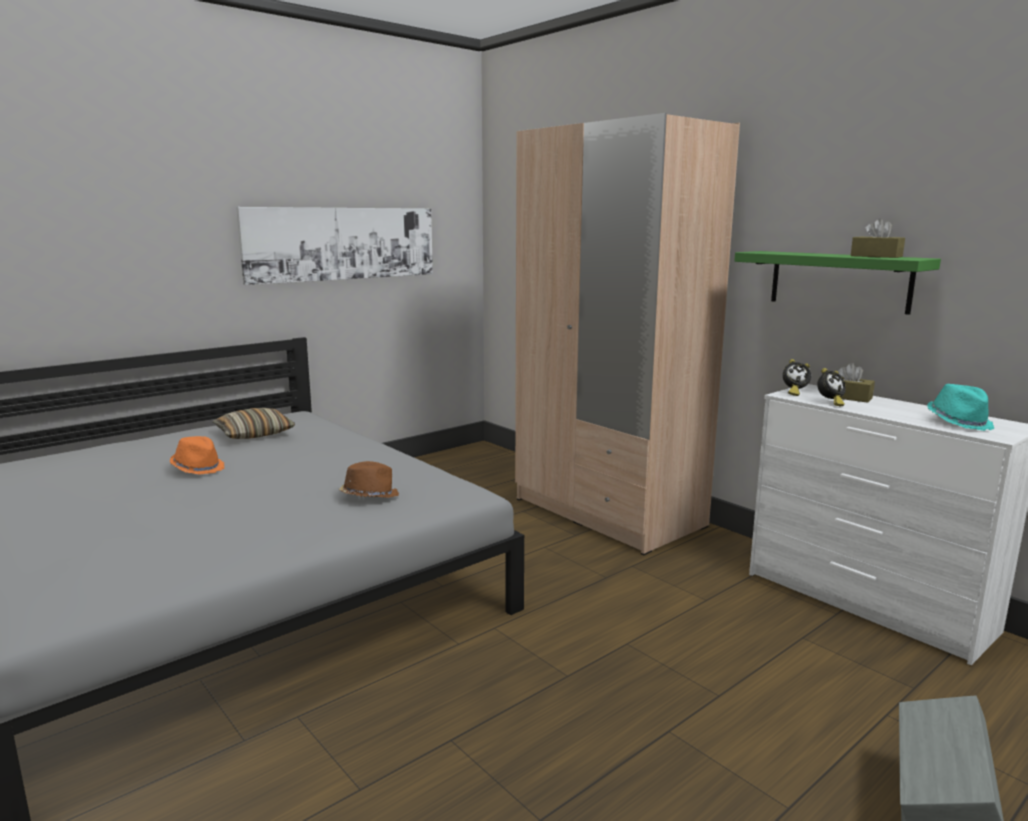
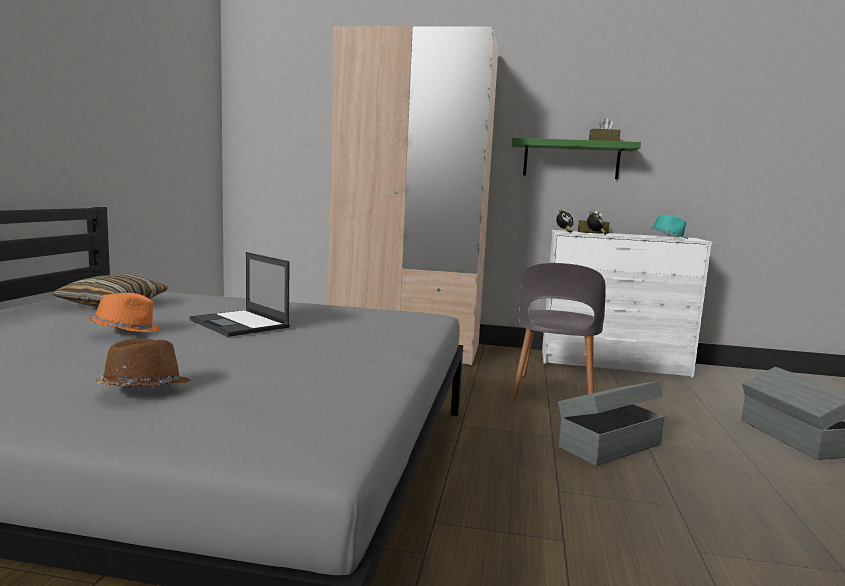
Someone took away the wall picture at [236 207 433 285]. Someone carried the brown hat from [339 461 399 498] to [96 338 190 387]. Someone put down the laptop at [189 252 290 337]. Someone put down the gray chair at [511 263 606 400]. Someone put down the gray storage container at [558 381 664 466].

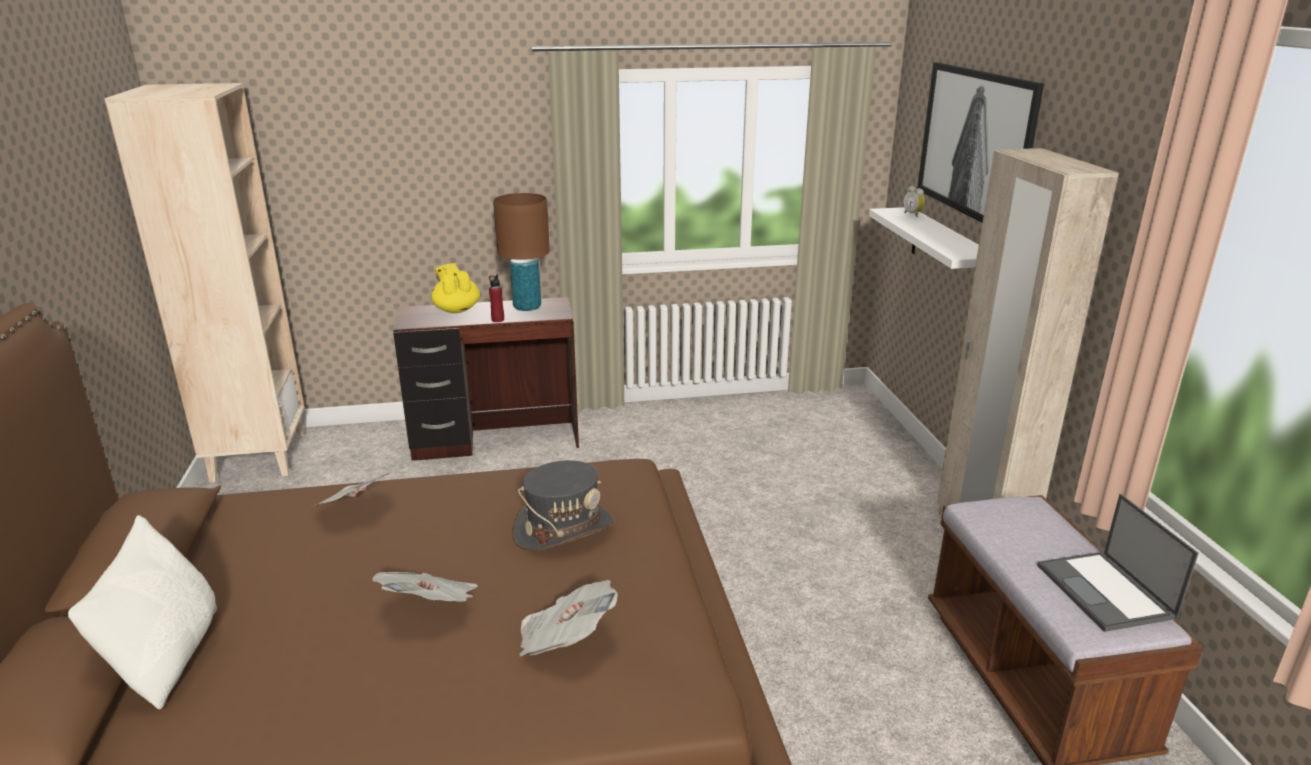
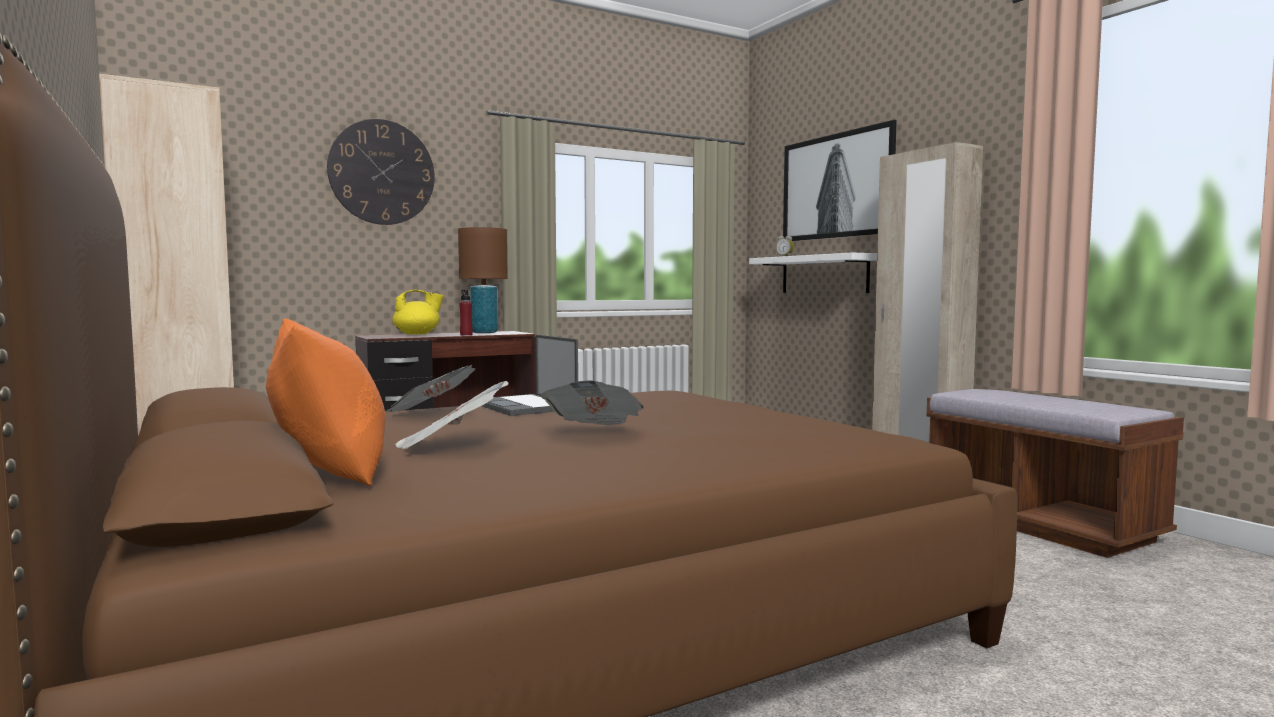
Someone repainted the white cushion at [68 515 217 709], which became the orange-coloured cushion at [266 318 386 486]. Someone rotated the yellowish tea pot at [431 263 480 313] by 120 degrees clockwise. Someone took away the gray hat at [512 460 613 551]. Someone carried the daily paper from [519 580 618 656] to [395 381 509 449]. Someone carried the laptop from [1037 494 1199 632] to [482 335 578 416]. Someone put up the clock on the wall at [327 119 435 225].

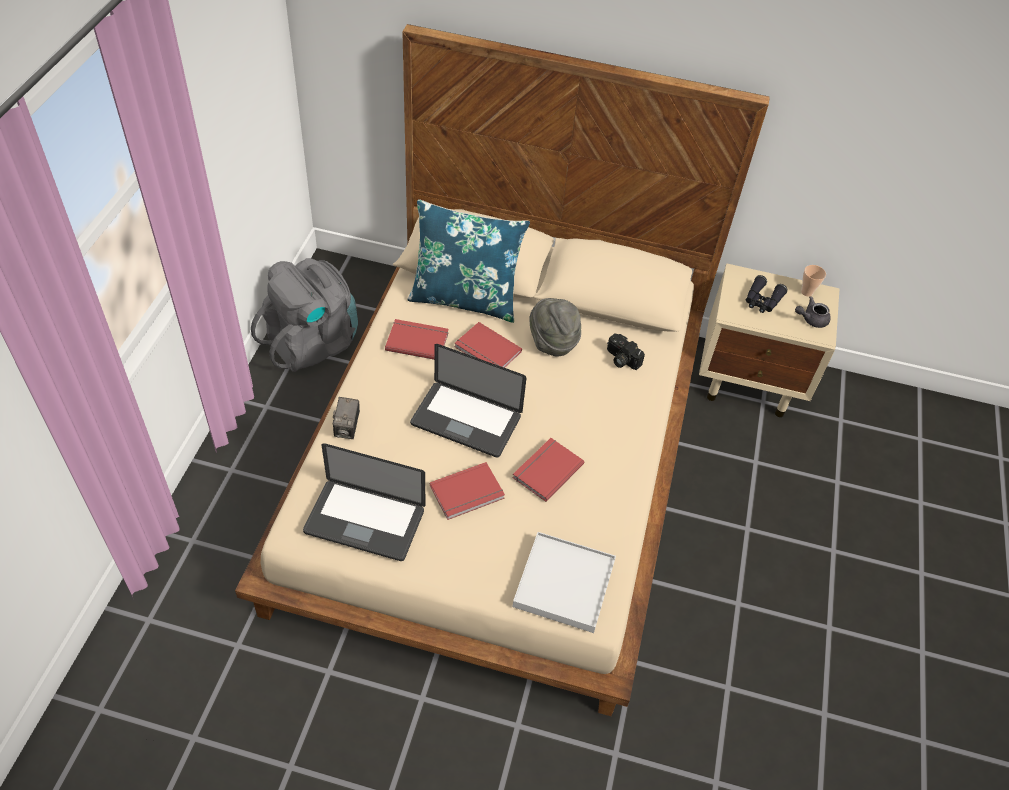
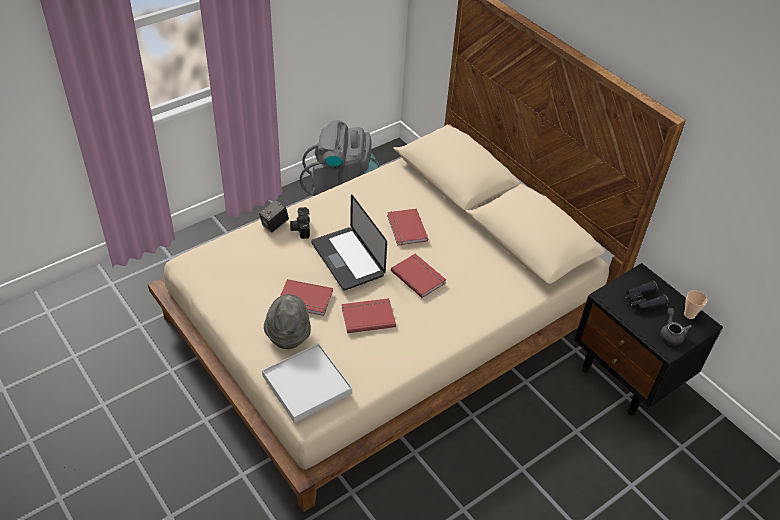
Someone took away the laptop at [303 443 425 561]. Someone carried the red bound book from [385 319 449 360] to [391 254 446 298]. Someone took away the blue-coloured cushion at [407 199 530 323]. Someone carried the gray hat from [530 298 581 357] to [264 294 311 349]. Someone carried the photo camera from [607 333 645 370] to [290 207 310 239]. Someone repainted the beige night table at [699 263 840 417], which became the black night table at [574 263 723 415]. Someone rotated the gray tea pot at [795 296 831 328] by 60 degrees clockwise.

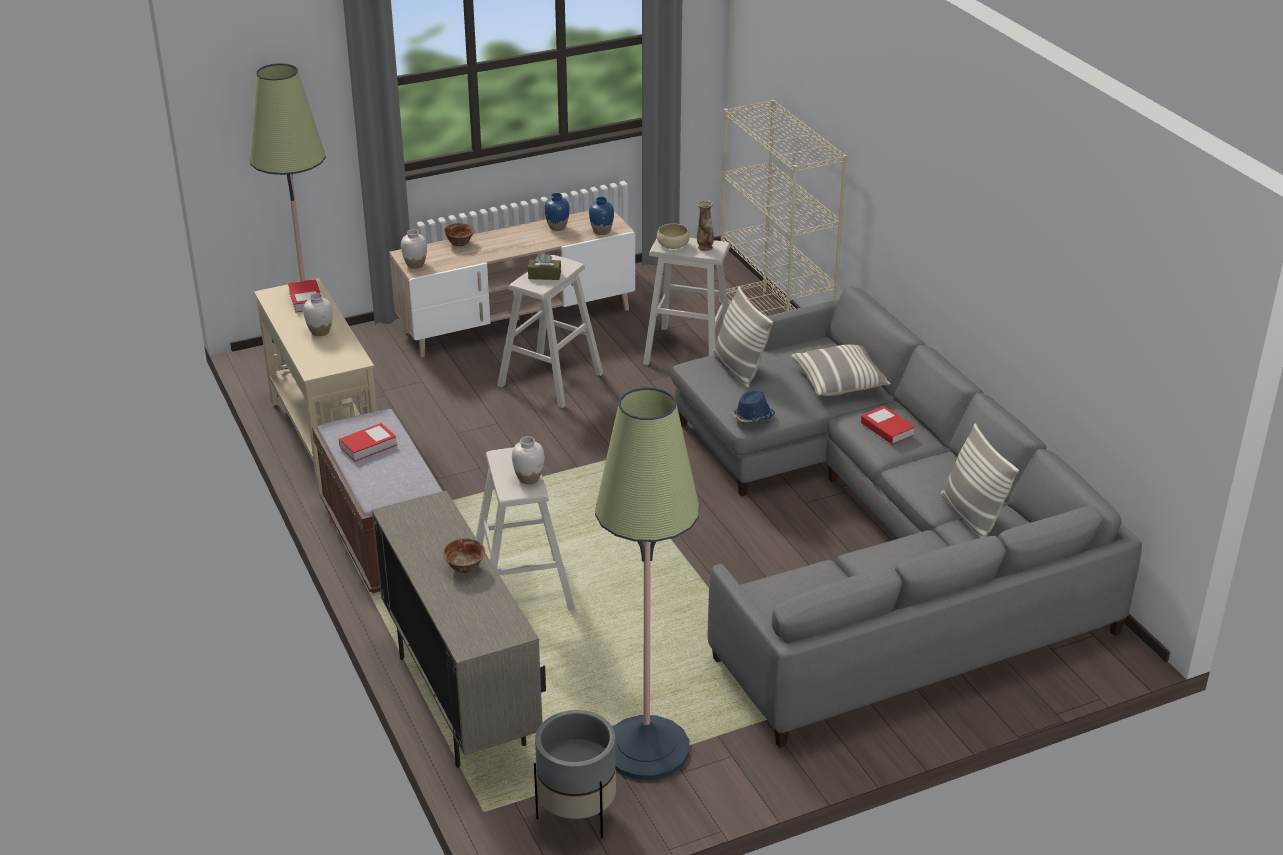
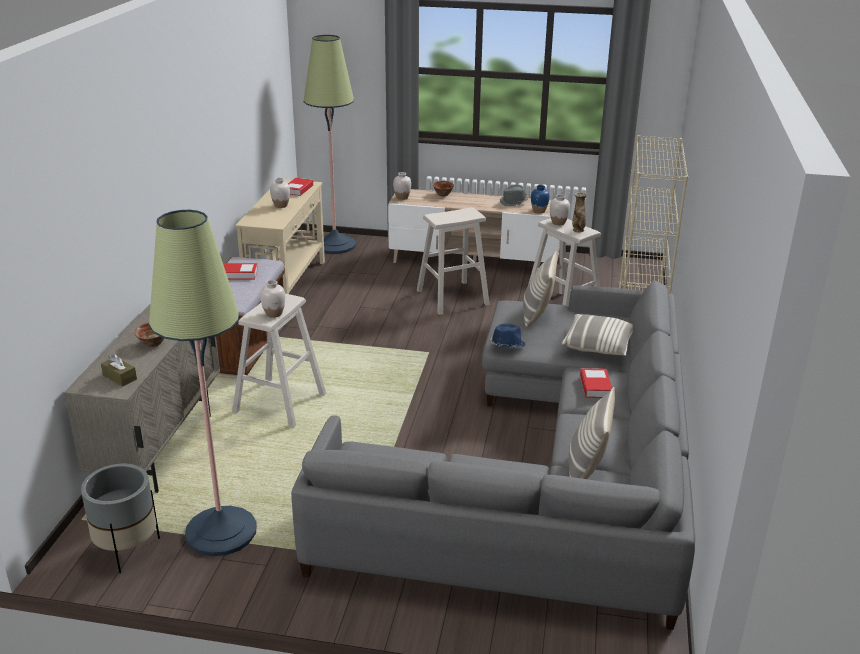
Someone carried the brown tissue box from [528 253 561 280] to [101 354 137 387]. Someone swapped the blue-coloured flower vase at [544 193 569 231] for the gray hat at [500 184 528 206]. Someone swapped the beige deep dish at [657 223 690 249] for the white flower vase at [550 194 570 225].

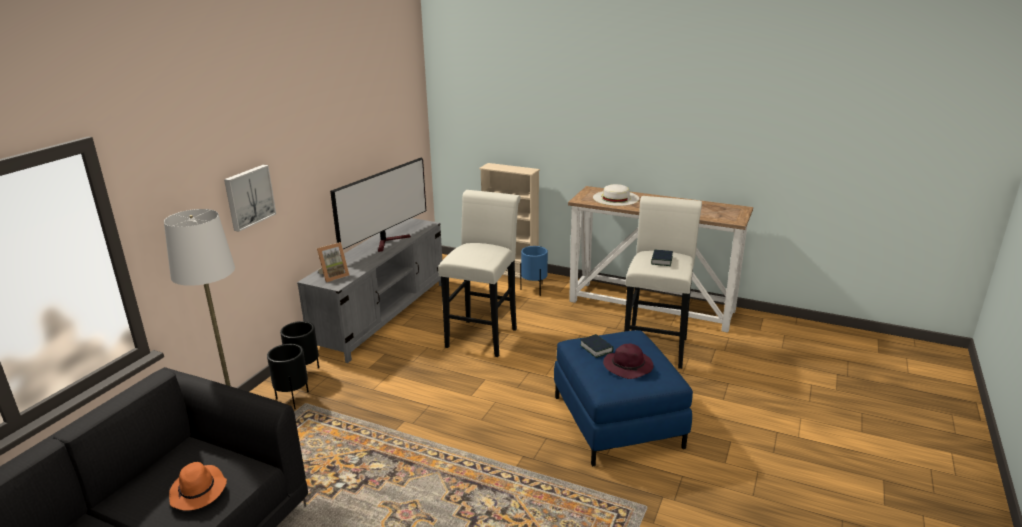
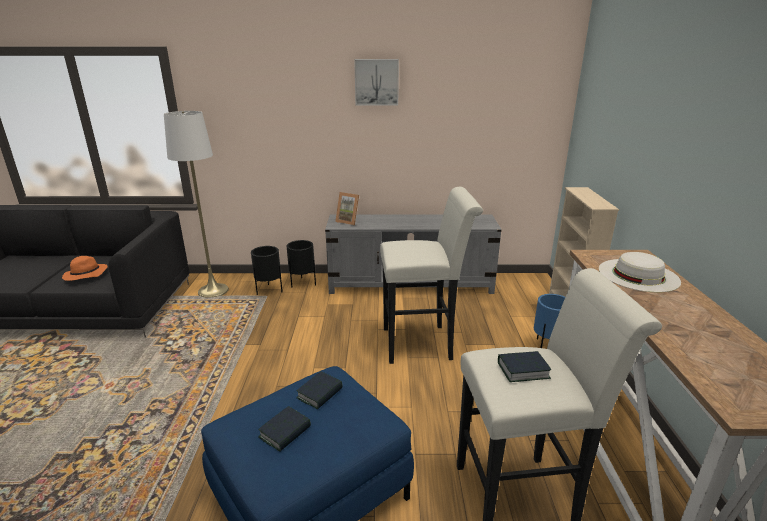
Someone carried the wall picture from [224 165 276 232] to [354 59 399 106]. Someone took away the television at [330 157 426 252]. Someone swapped the purple-coloured hat at [603 344 653 379] for the bound book at [258 406 311 452].

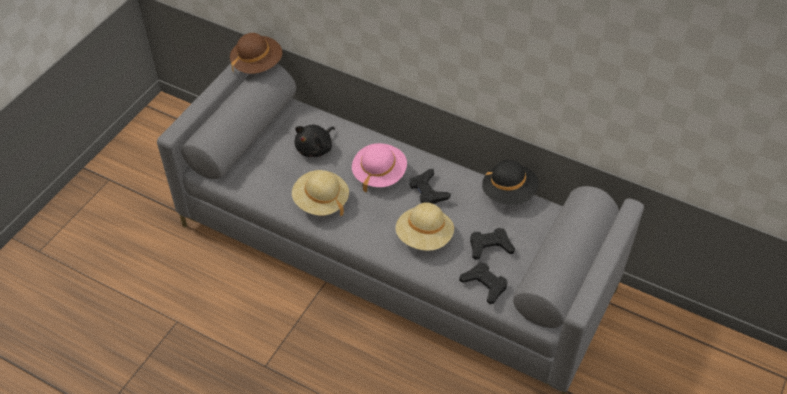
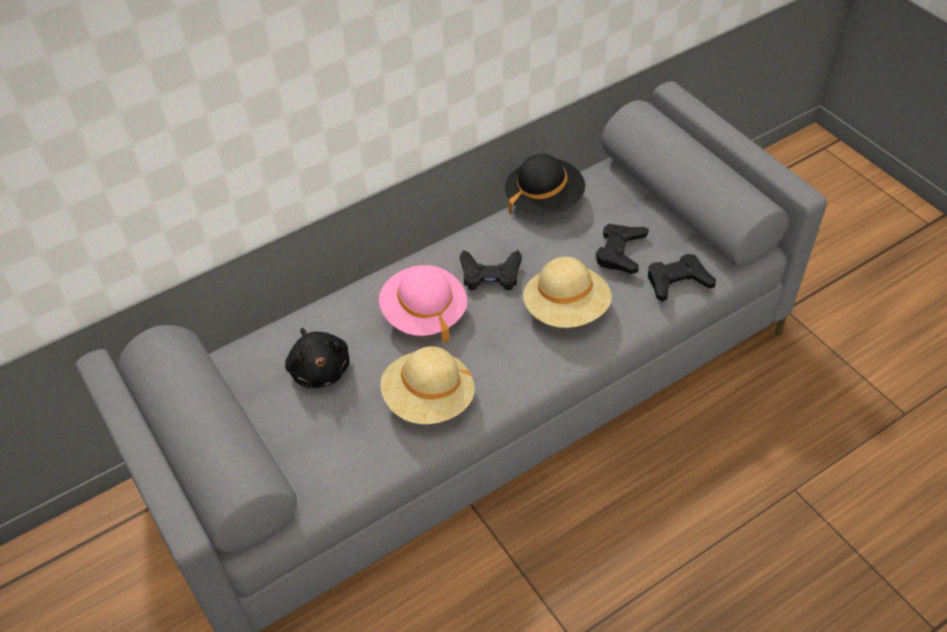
Someone took away the brown hat at [230 33 282 74].

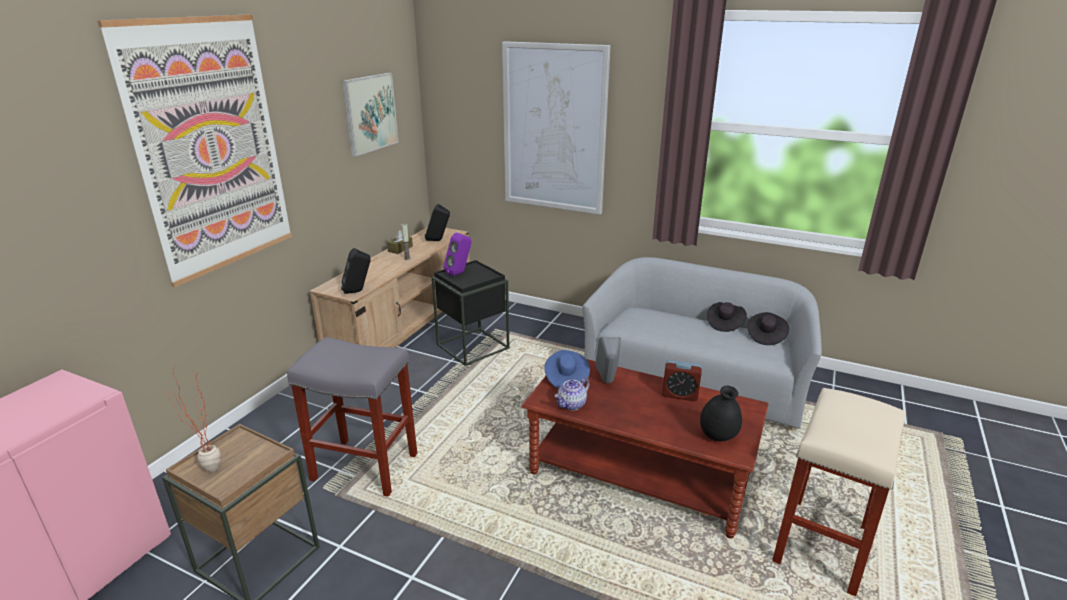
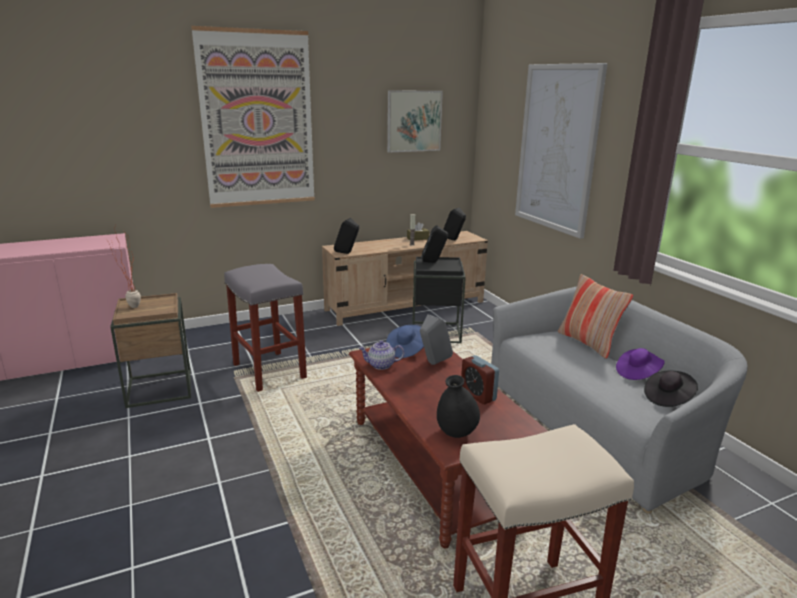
Someone repainted the purple-coloured audio speaker at [443 233 472 276], which became the black audio speaker at [421 225 448 263]. Someone repainted the black hat at [707 302 747 332], which became the purple-coloured hat at [616 348 665 380]. Someone put down the cushion at [558 274 633 359].

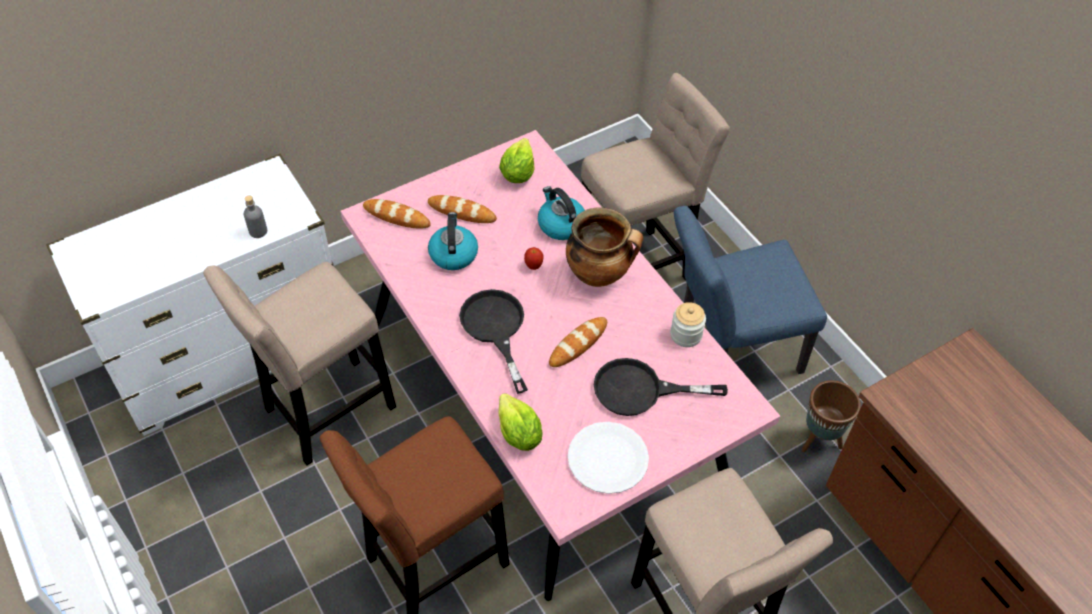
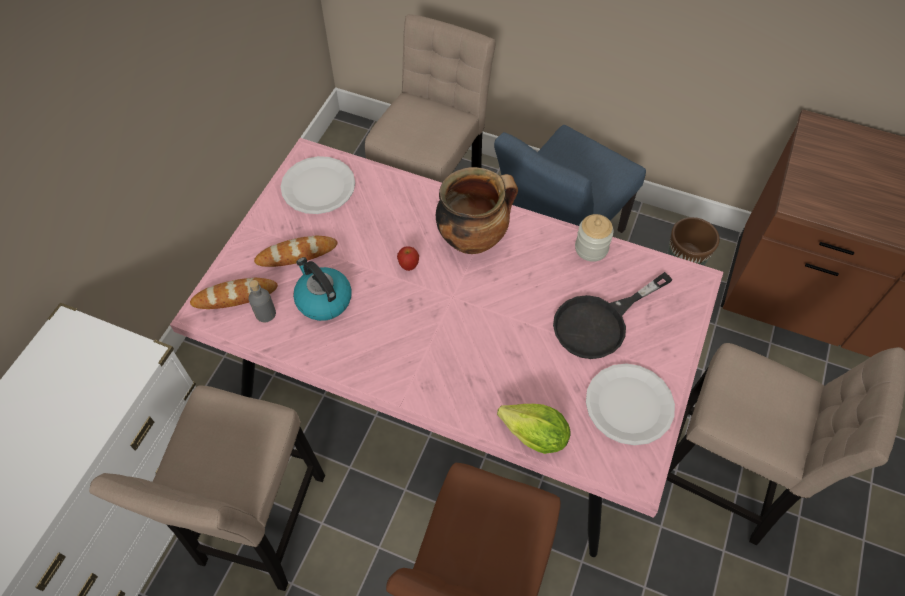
Someone carried the gray beverage bottle from [244 195 267 238] to [248 280 276 322]. Someone took away the black frying pan at [459 289 528 394]. Someone swapped the lettuce at [499 138 535 183] for the white plate at [280 156 355 214]. Someone took away the tea kettle at [538 186 585 240]. Someone took away the bread at [549 317 607 367].

